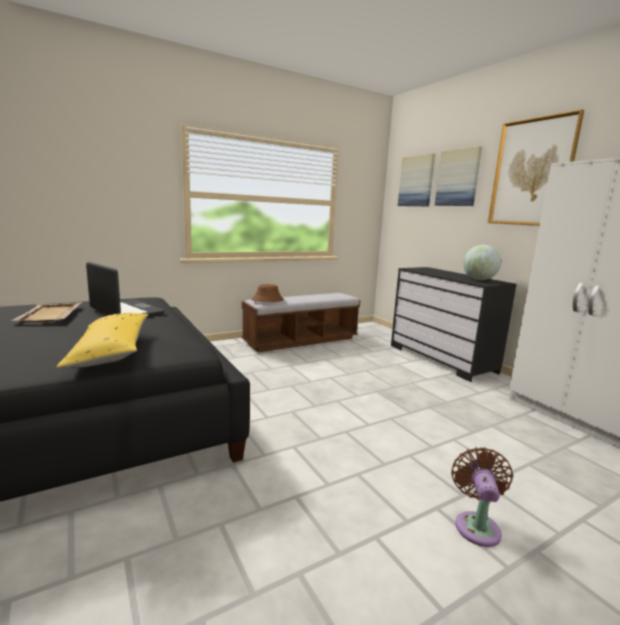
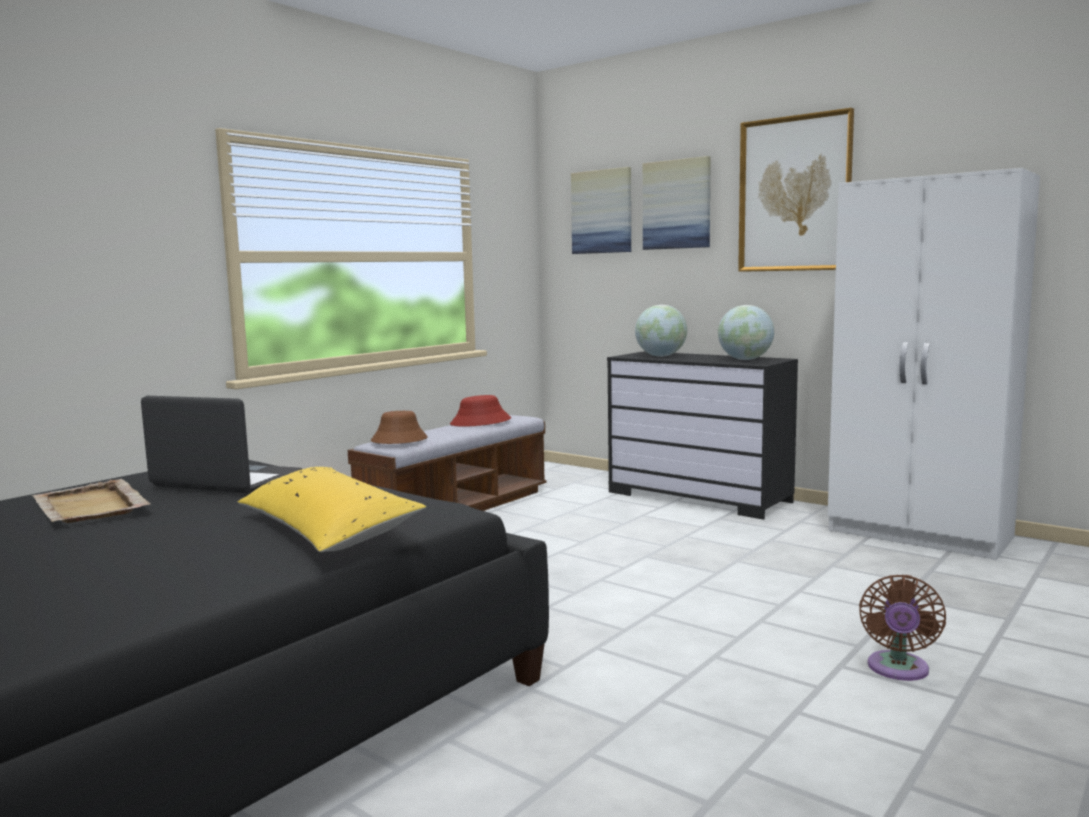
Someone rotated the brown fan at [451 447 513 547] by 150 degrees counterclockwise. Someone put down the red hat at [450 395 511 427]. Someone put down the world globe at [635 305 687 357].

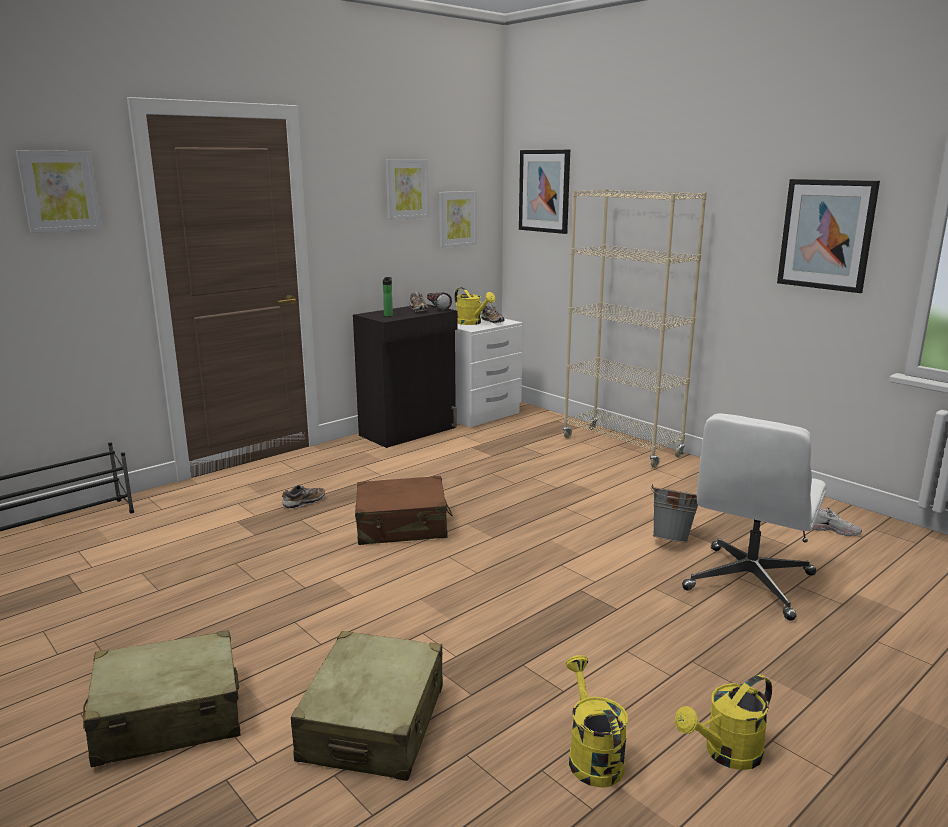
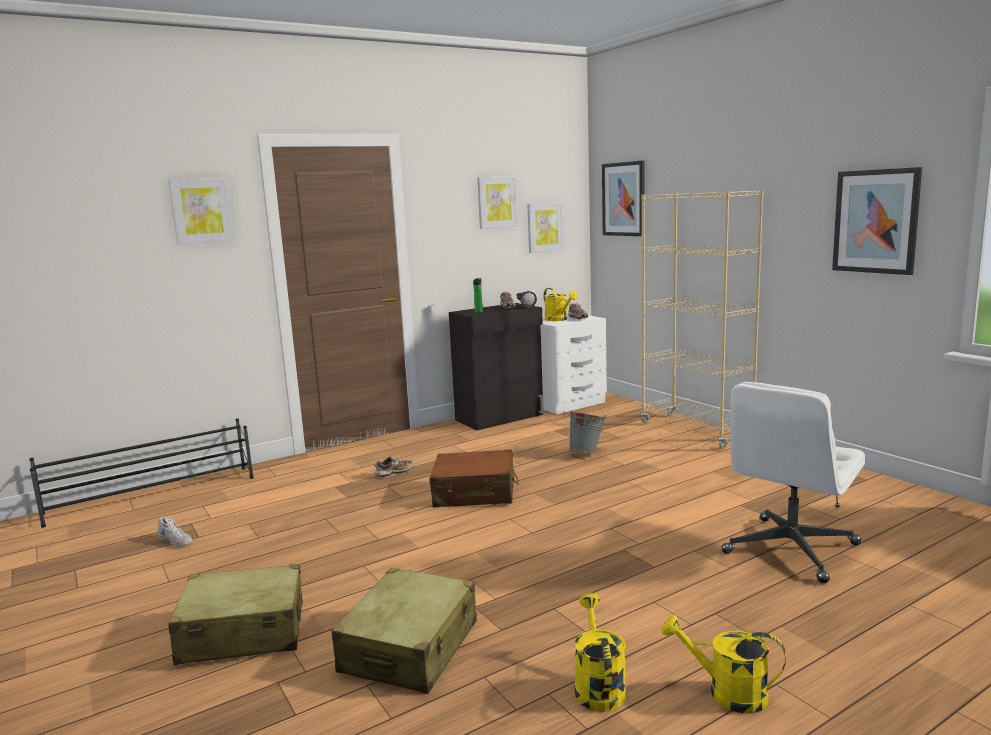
Someone carried the gray bucket from [651 484 698 543] to [568 410 606 453]. Someone rotated the yellowish watering pot at [675 675 772 770] by 45 degrees clockwise. Someone carried the white item of footwear from [812 506 862 536] to [158 516 192 547].

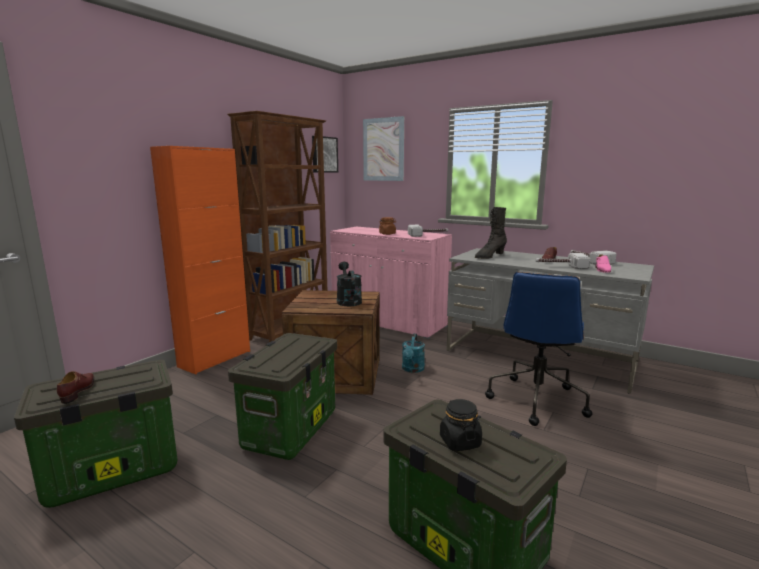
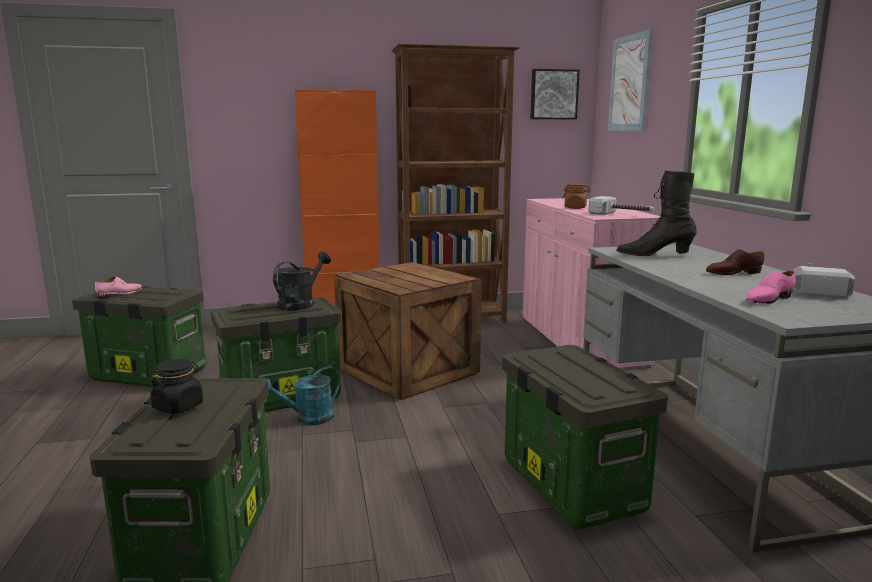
Someone repainted the brown item of footwear at [57 371 94 404], which became the pink item of footwear at [95 276 142 299]. Someone carried the black watering pot from [337 262 362 306] to [273 252 331 311]. Someone carried the turquoise-coloured watering pot from [402 334 425 373] to [266 366 341 425]. Someone swapped the blue-coloured computer chair at [485 272 592 426] for the storage container at [502 345 668 529]. Someone took away the hammer at [535 253 591 269].

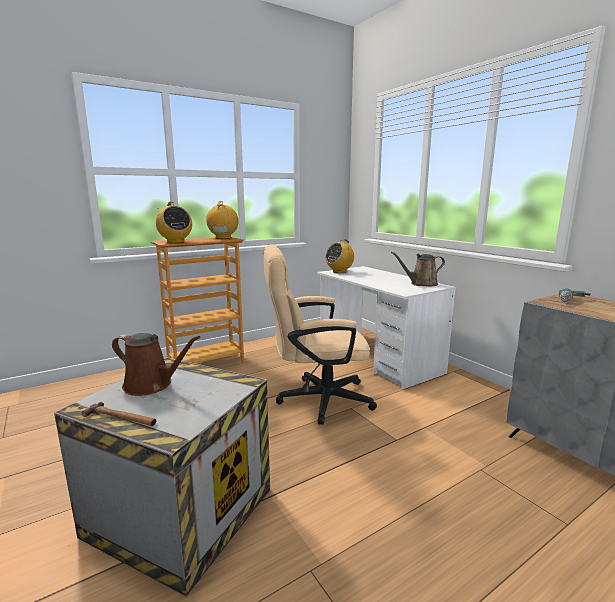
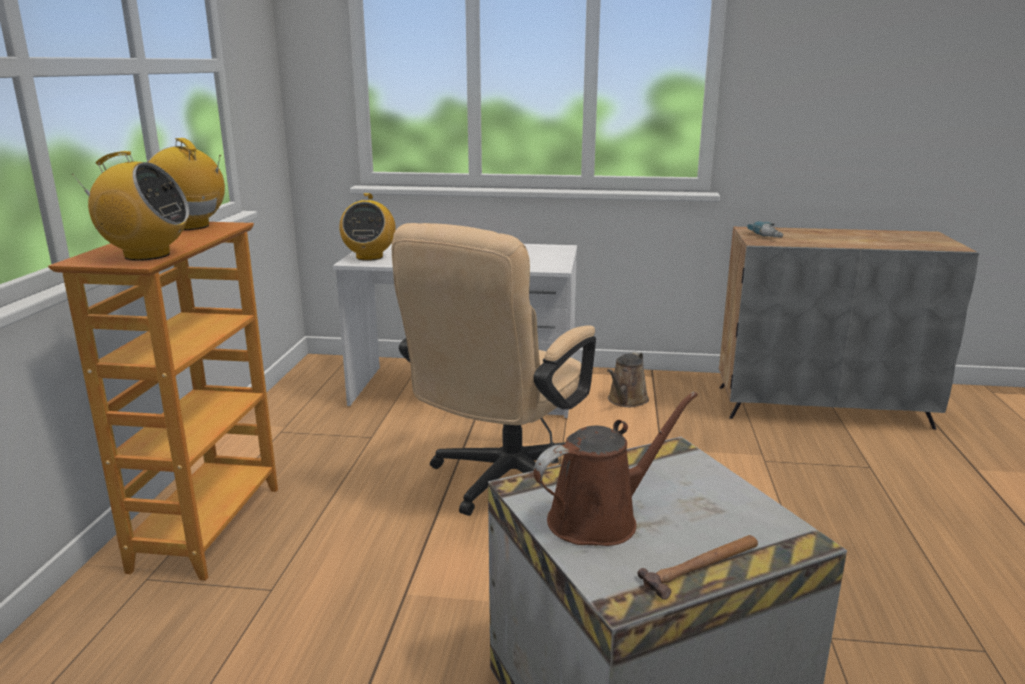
Someone carried the brown watering pot from [391 252 445 287] to [607 352 649 407].

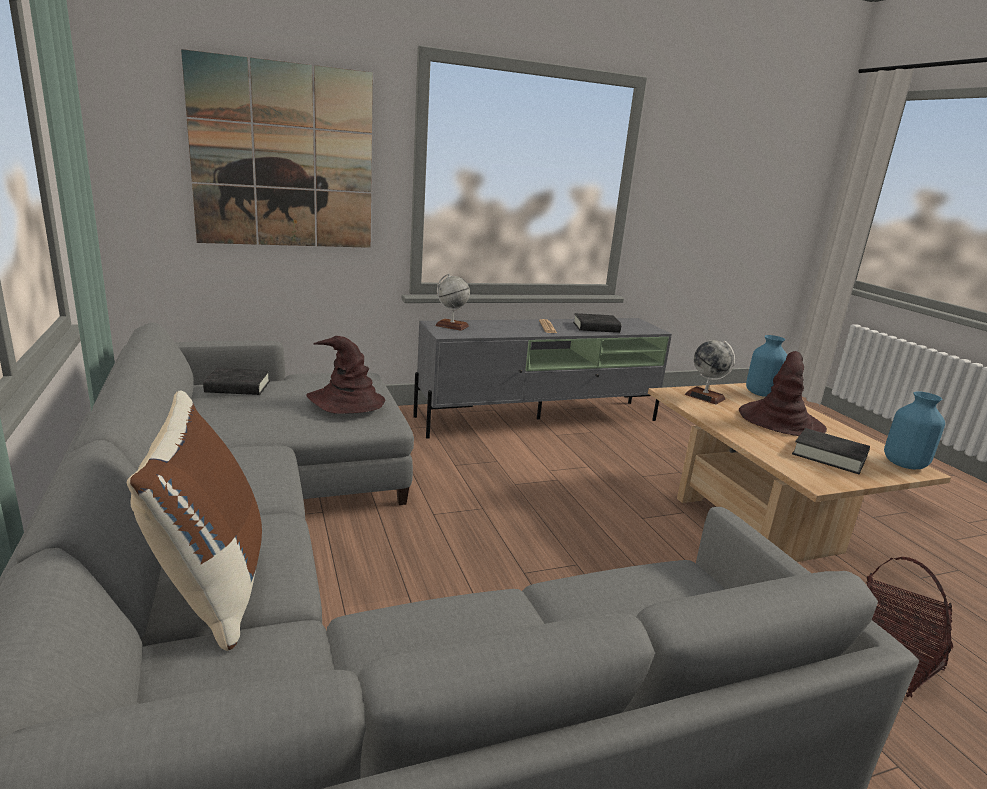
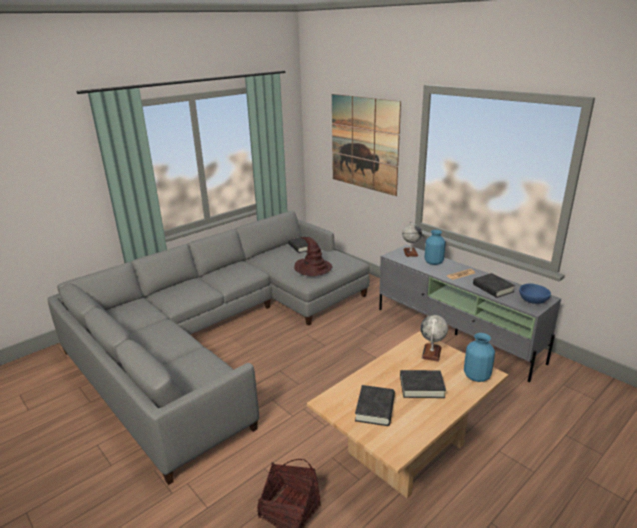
Someone took away the brown cushion at [127 390 262 651]. Someone swapped the brown hat at [739 351 827 436] for the black bound book at [400 370 446 398]. Someone carried the blue-coloured flower vase from [884 391 945 469] to [425 230 446 265]. Someone put down the blue-coloured deep dish at [519 283 551 304].

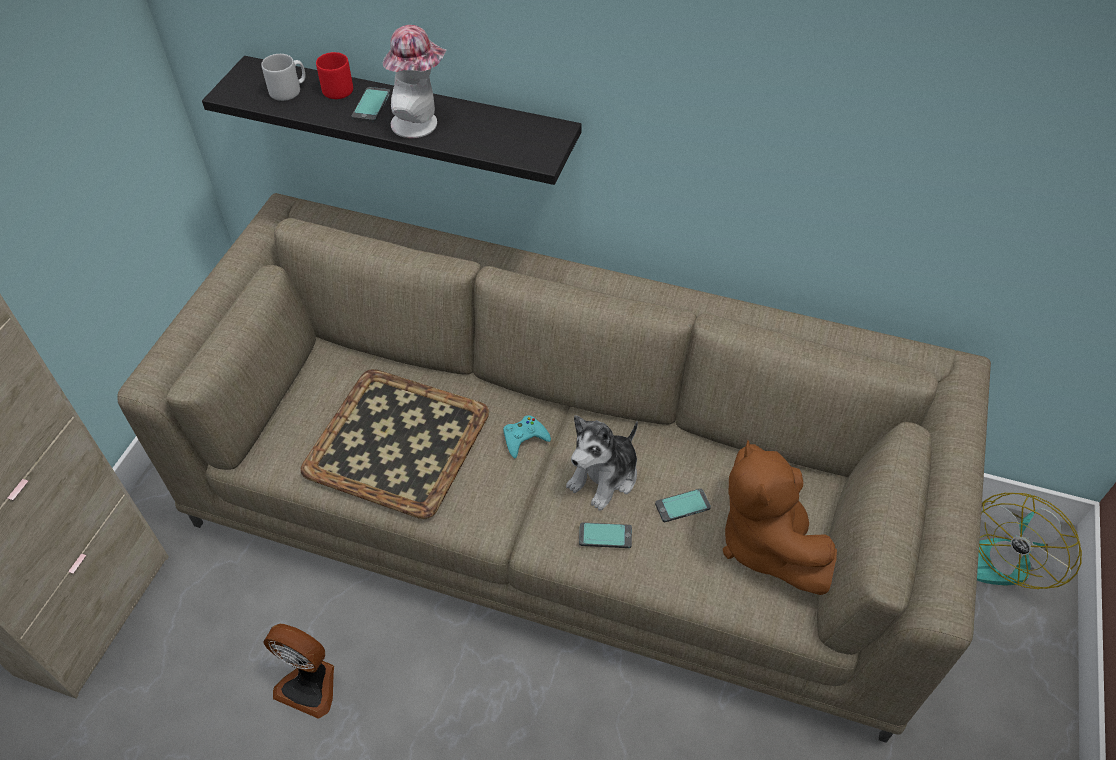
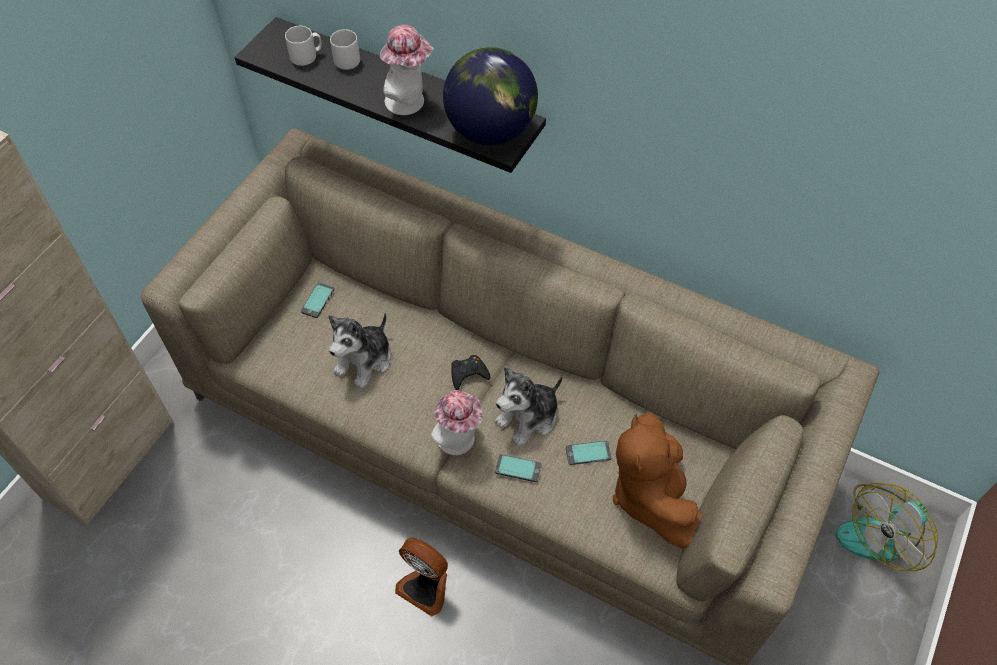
Someone carried the fan from [263 624 334 719] to [395 538 448 616]. Someone swapped the tray at [301 369 489 519] for the plush toy at [328 313 391 389]. Someone repainted the red coffee mug at [316 52 353 99], which became the gray coffee mug at [330 29 360 70]. Someone carried the phone from [351 87 390 122] to [301 282 335 318]. Someone repainted the turquoise-coloured gamepad at [503 415 551 458], which became the black gamepad at [451 355 490 390]. Someone put down the hat at [431 390 483 455]. Someone put down the world globe at [443 47 538 145].

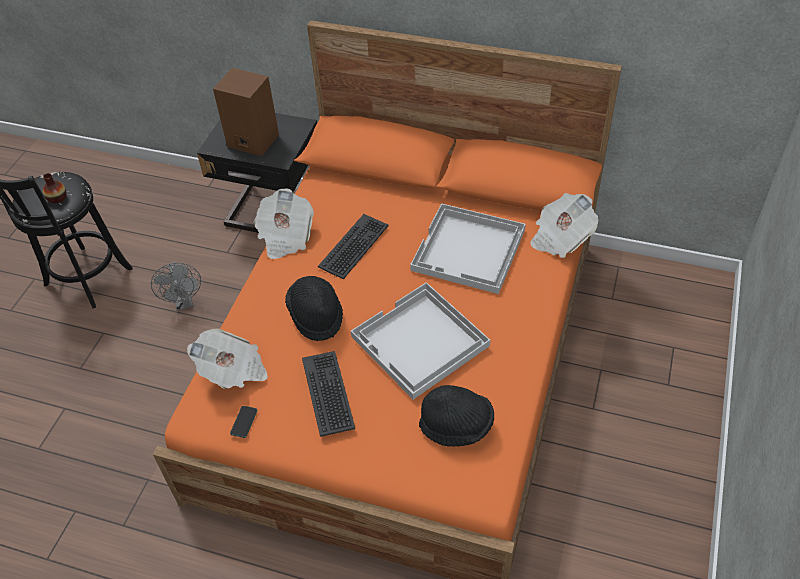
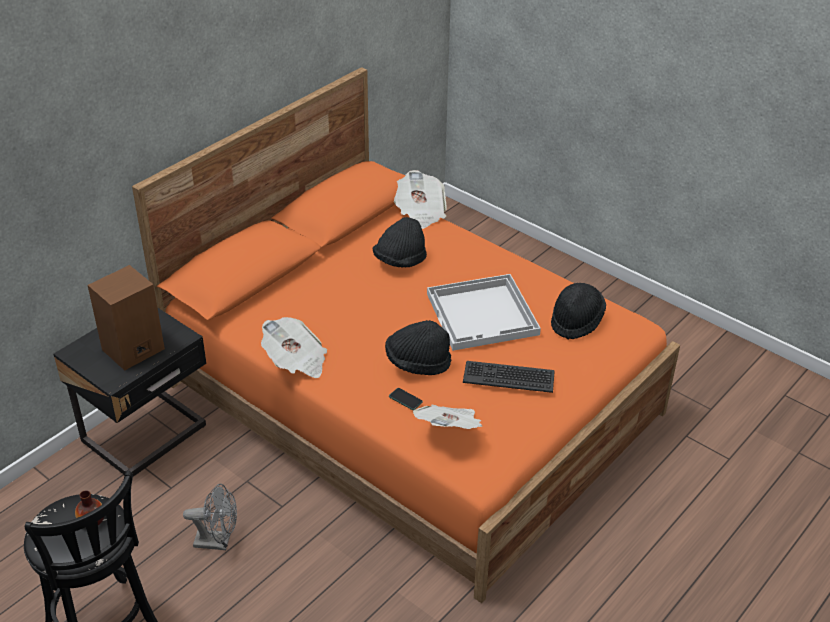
Someone carried the phone from [230 406 257 438] to [389 388 423 410]. Someone took away the PC keyboard at [318 214 389 279]. Someone swapped the white tray at [410 203 526 294] for the black hat at [373 217 427 268].

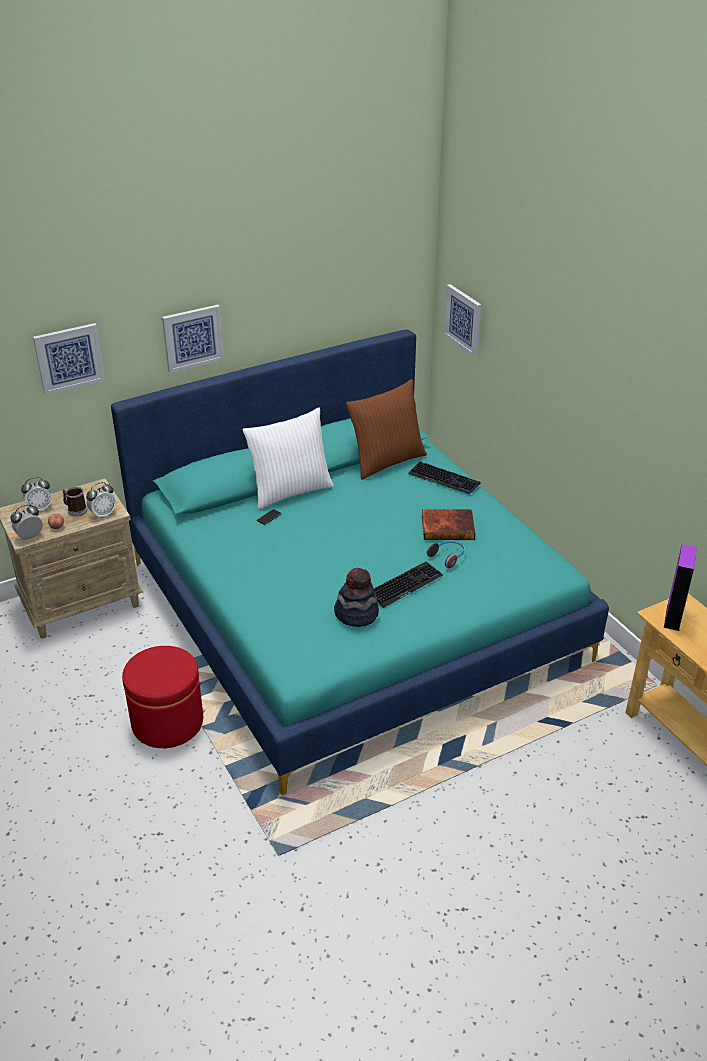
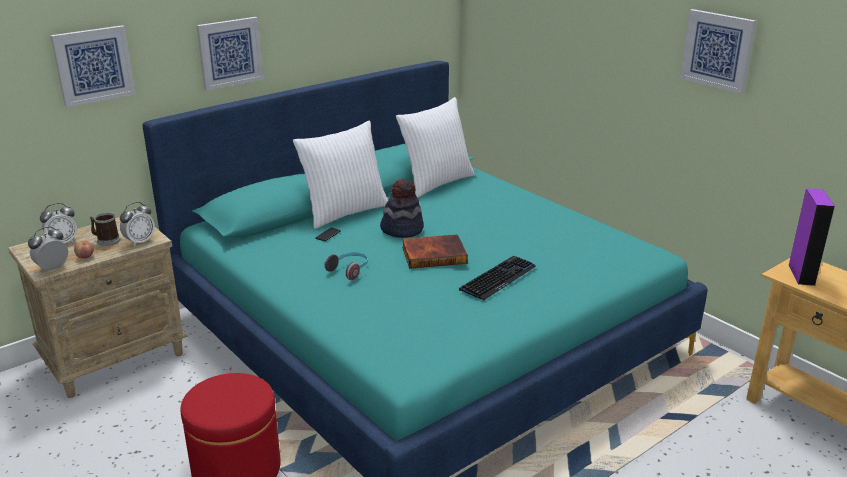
Someone carried the hat from [334 568 379 627] to [380 178 424 238]. Someone repainted the brown cushion at [346 379 427 480], which became the white cushion at [396 97 475 198]. Someone took away the PC keyboard at [408 461 480 494]. Someone carried the bound book from [422 509 475 540] to [402 234 468 269]. Someone carried the headphones from [427 540 465 568] to [324 252 368 280]. Someone carried the wall picture from [444 284 481 356] to [680 9 756 94].

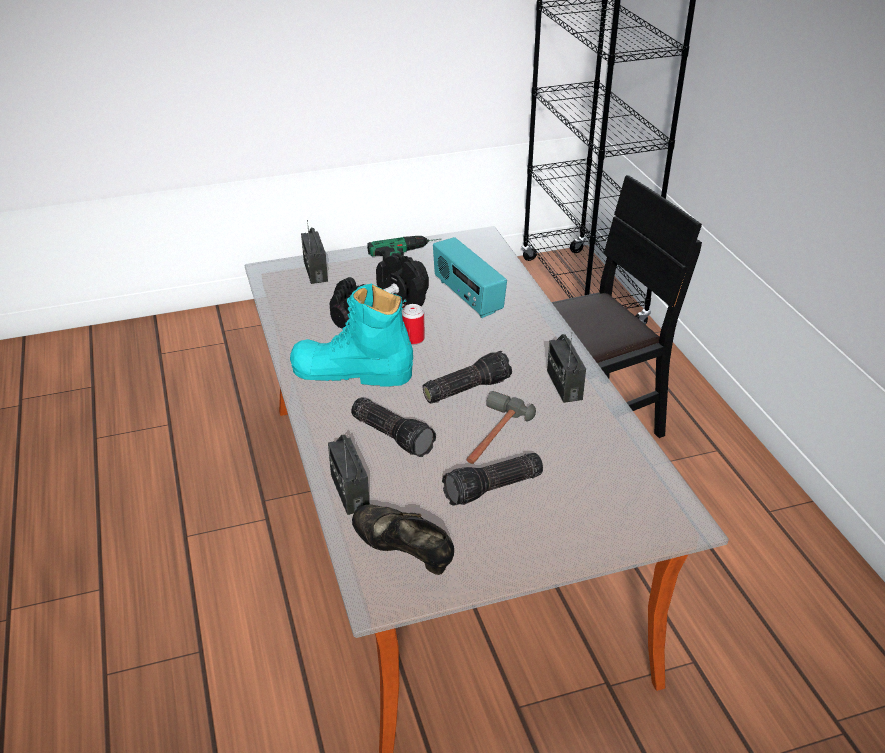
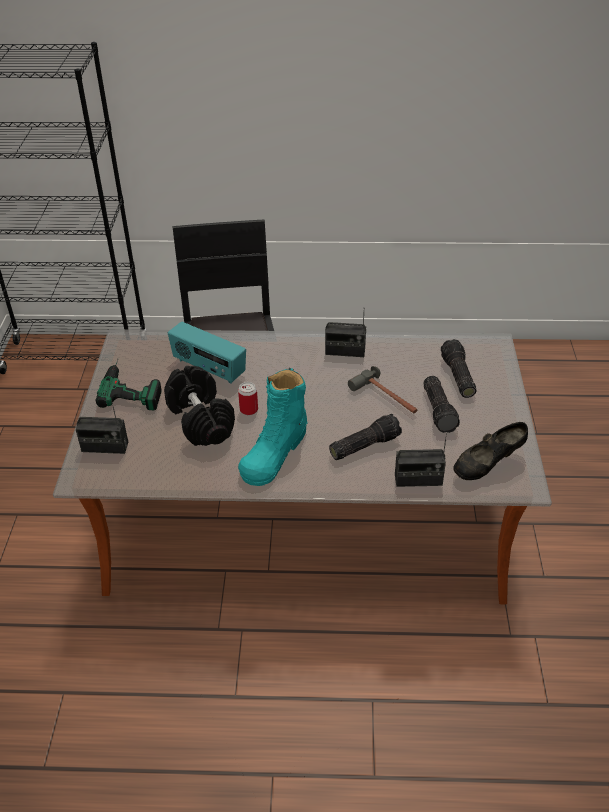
Someone carried the torch from [423 351 512 403] to [441 339 476 398]. Someone rotated the radio set at [433 237 507 318] by 45 degrees clockwise.

